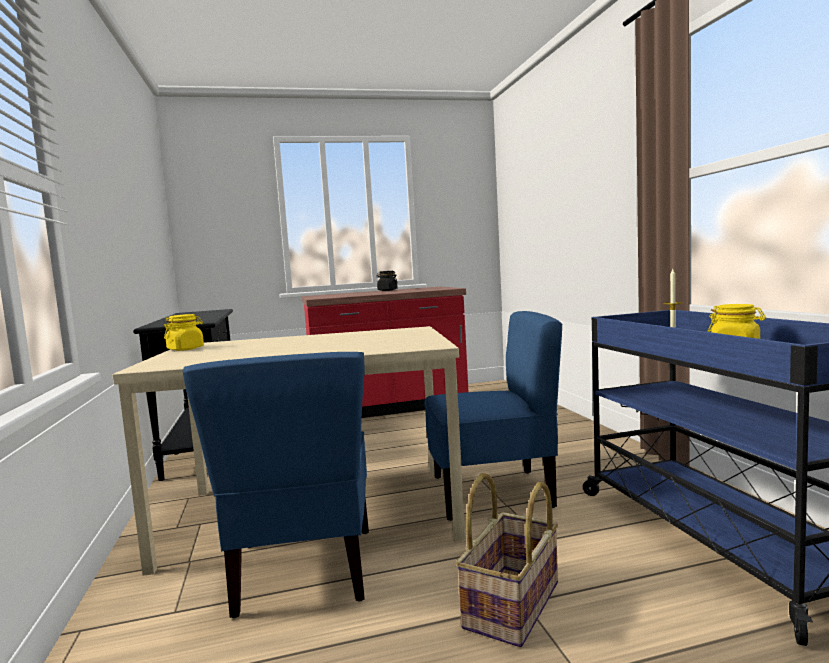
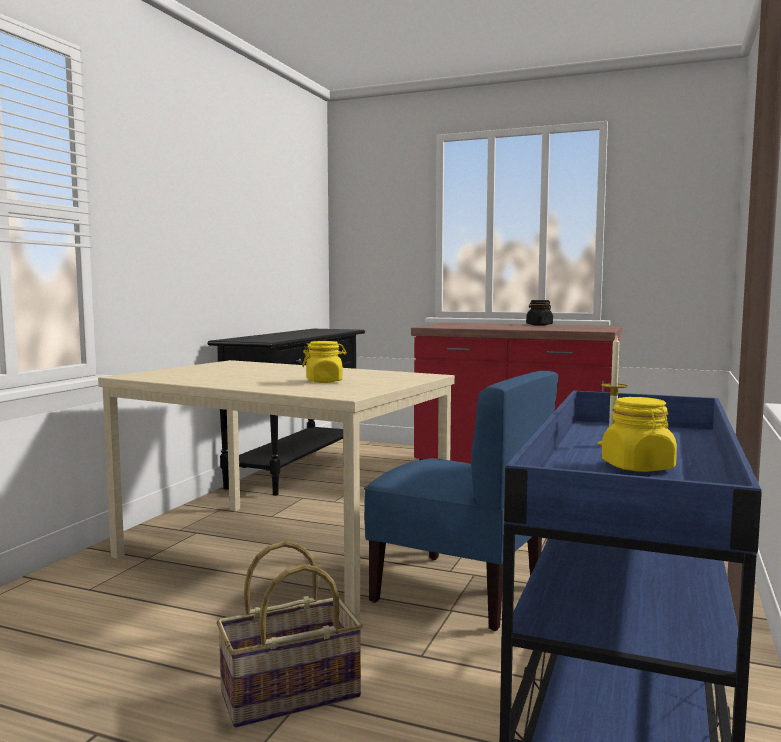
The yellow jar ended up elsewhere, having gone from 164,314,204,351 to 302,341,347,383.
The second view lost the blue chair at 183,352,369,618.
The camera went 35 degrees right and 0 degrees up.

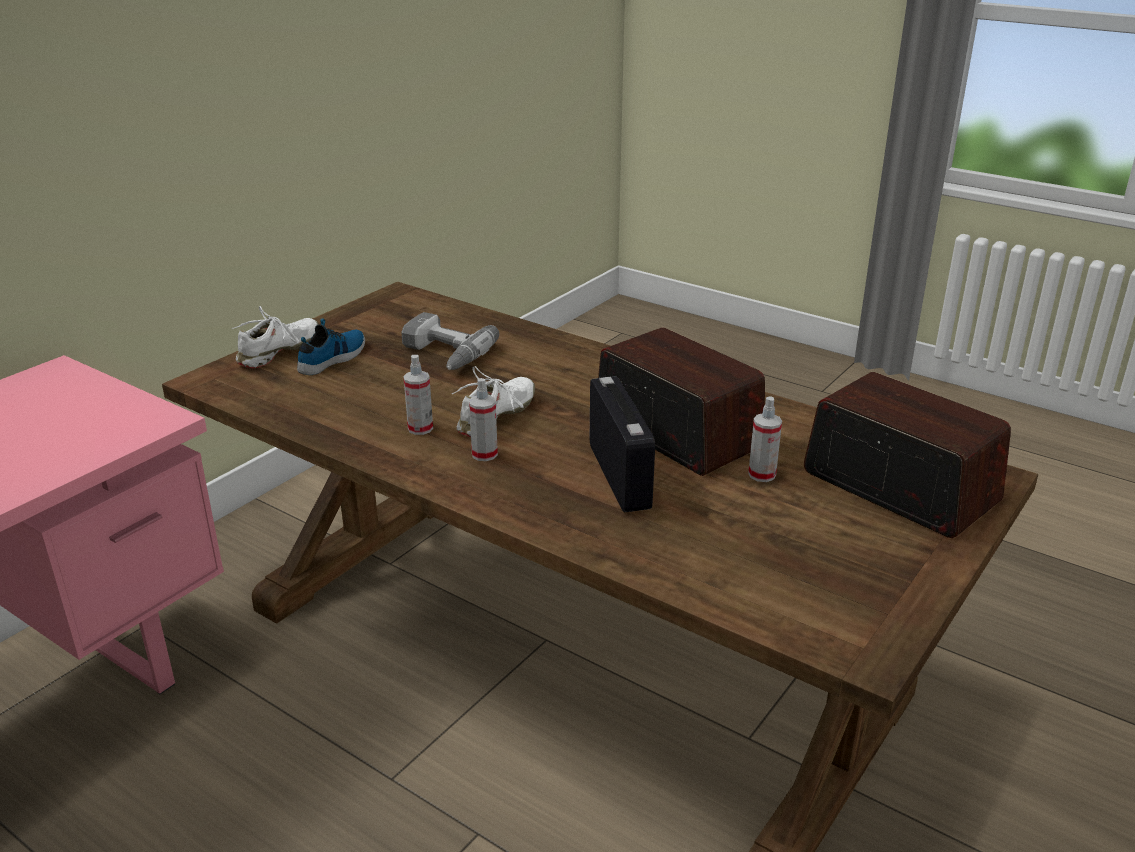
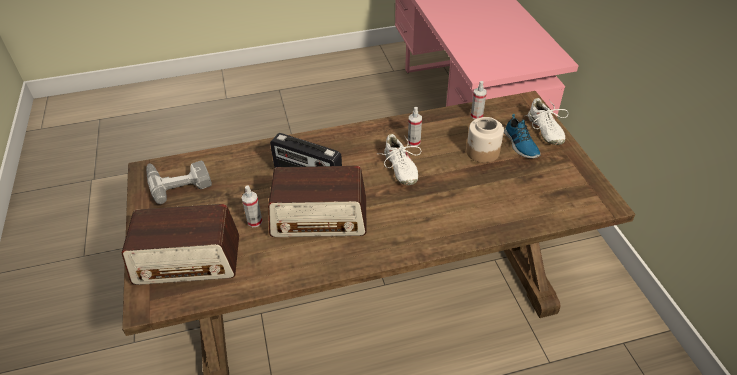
The power drill ended up elsewhere, having gone from 401,312,499,370 to 146,161,212,204.
The spray bottle ended up elsewhere, having gone from 469,378,498,461 to 471,81,487,119.
The second view gained the jar at 466,117,504,163.
The camera went 130 degrees right and 15 degrees up.

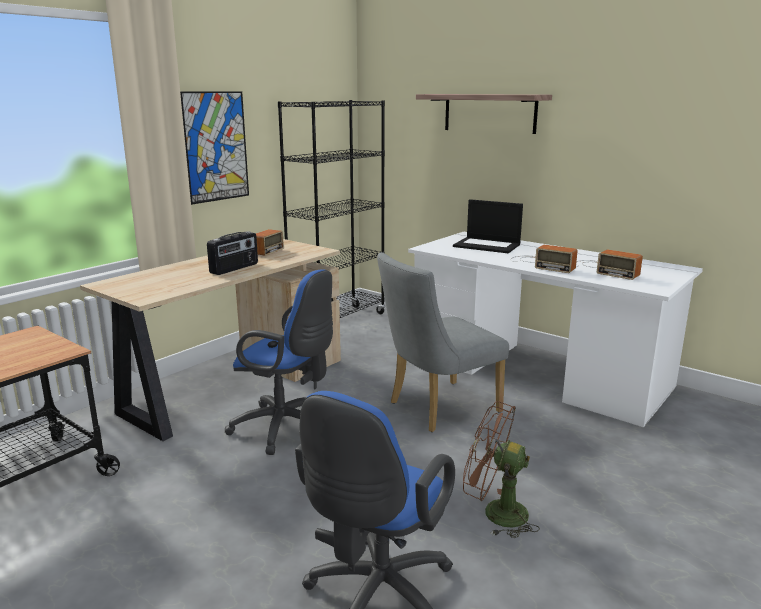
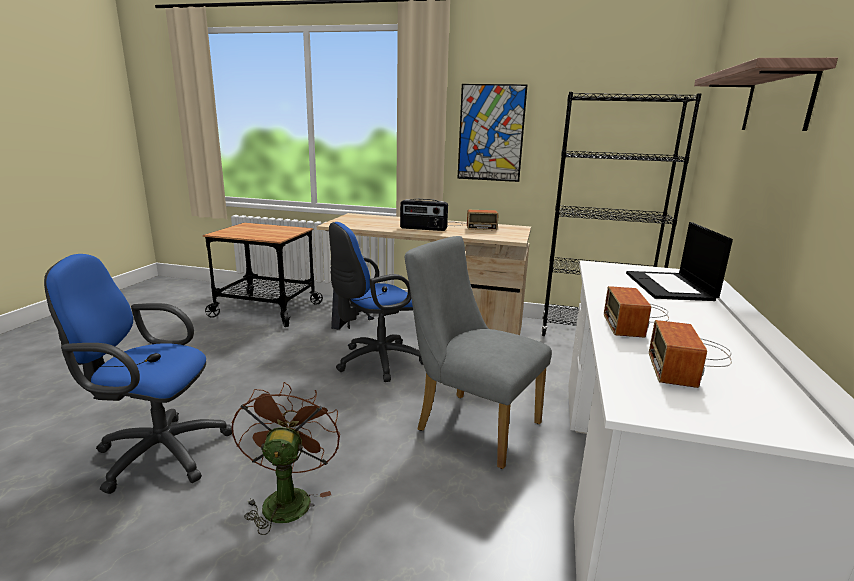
The blue office chair at 225,269,333,455 ended up facing another way, 60 degrees clockwise from before.
The camera went 65 degrees right and 0 degrees up.

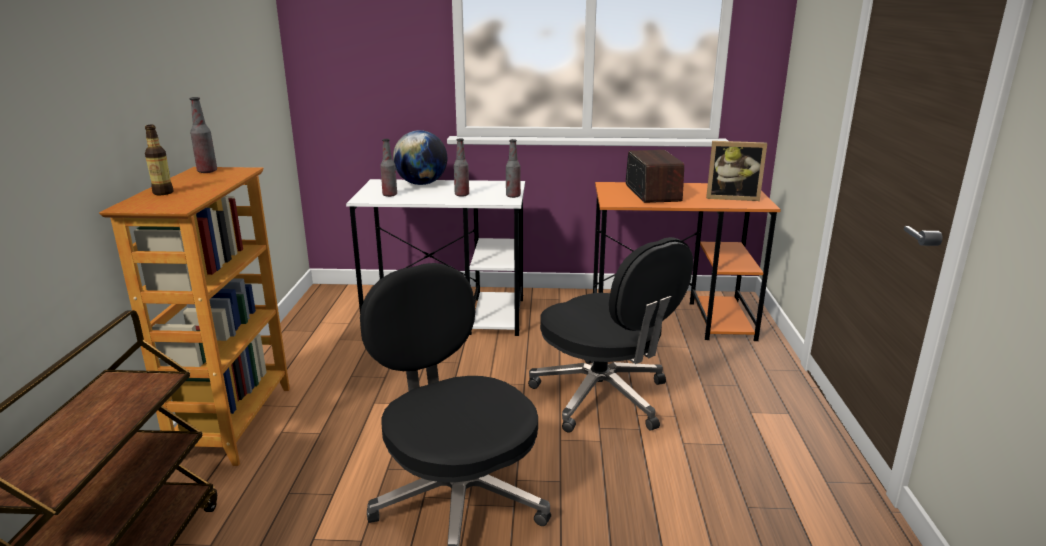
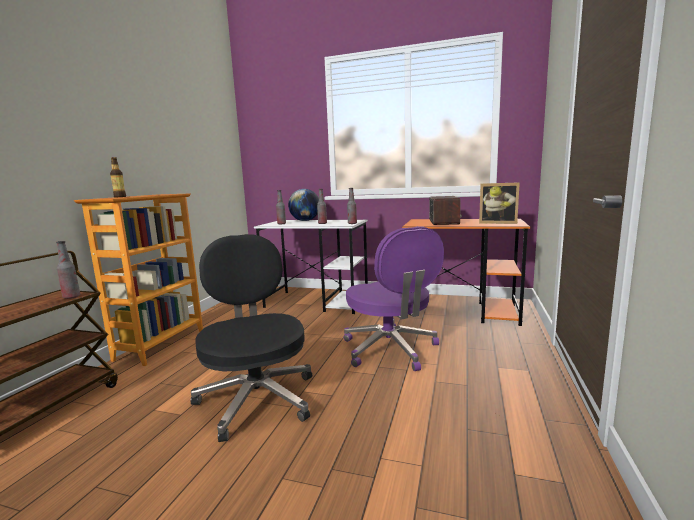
The bottle ended up elsewhere, having gone from 189,97,217,173 to 56,241,80,299.
What was the black office chair at 528,237,693,433 turned into the purple office chair at 344,226,444,371.
The camera went 15 degrees right and 10 degrees down.

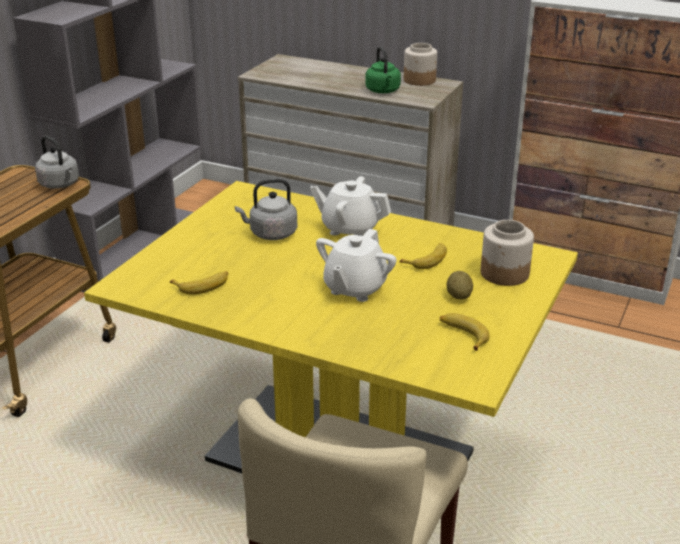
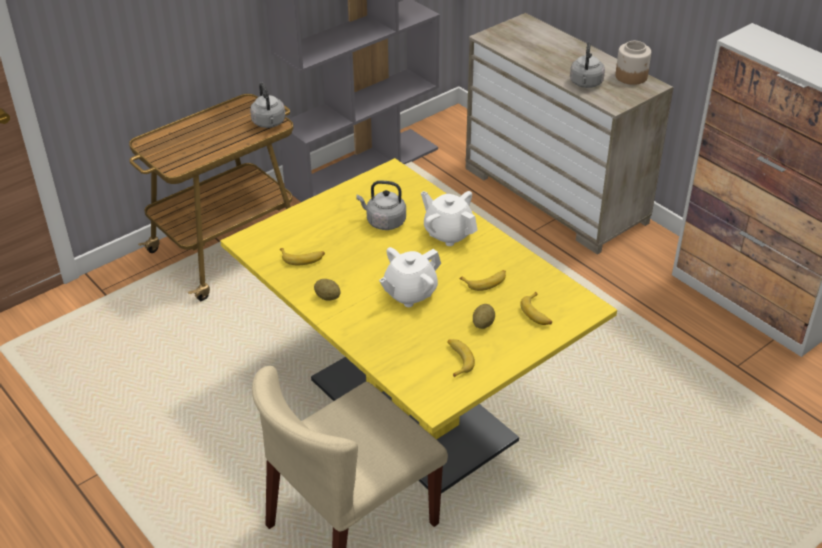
What was the green kettle at 365,46,401,93 turned into the grey kettle at 570,42,605,88.
Where the jar stood at 481,220,534,286, the banana came to stand at 520,292,552,325.
The second view gained the potato at 314,279,341,301.
The camera went 25 degrees right and 10 degrees up.

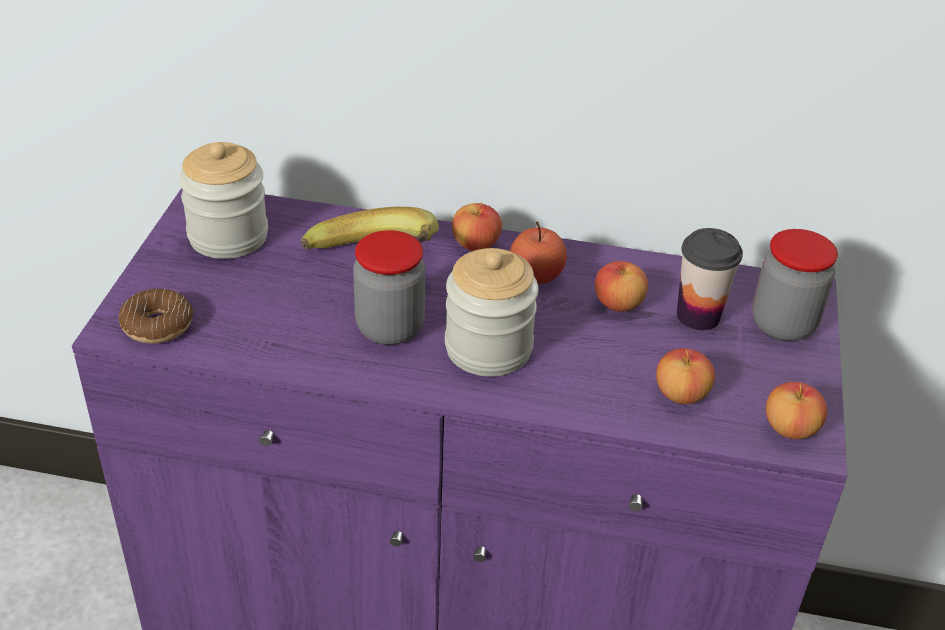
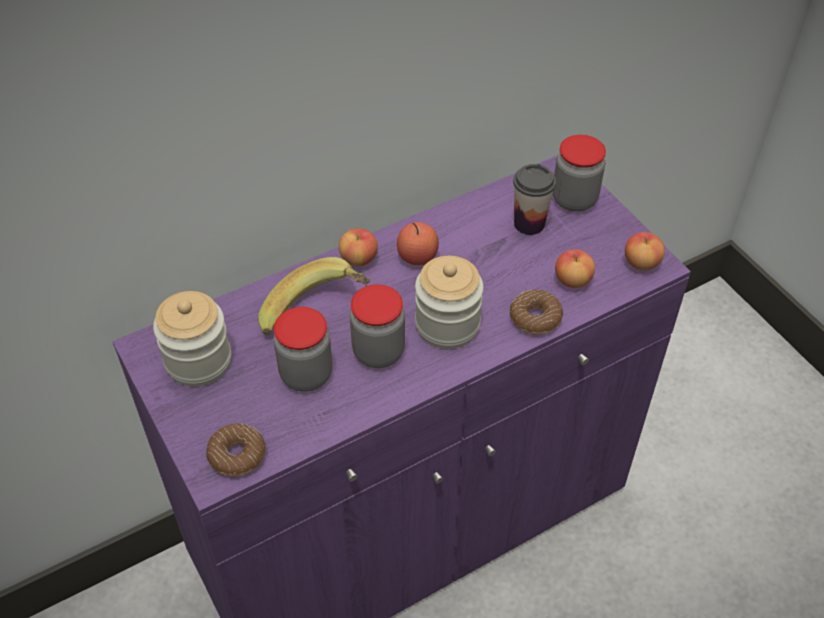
The second view lost the apple at 595,261,648,312.
The second view gained the jar at 273,307,333,392.
The second view gained the donut at 510,290,563,335.
The camera went 40 degrees left and 10 degrees up.

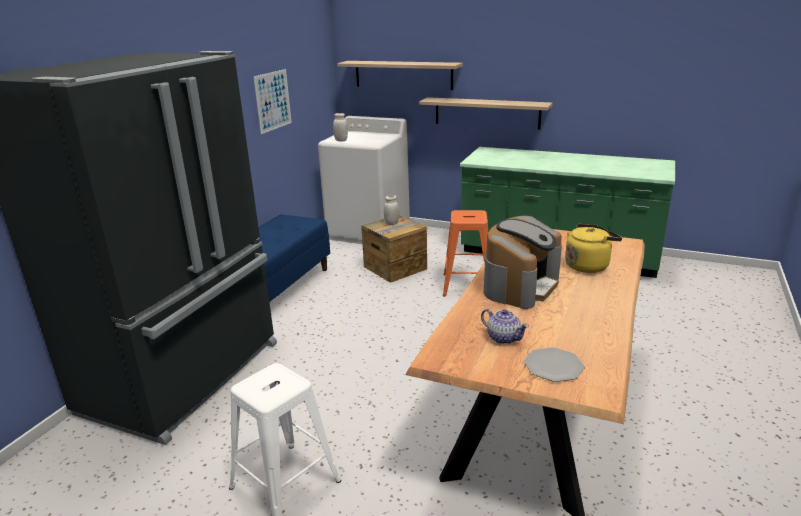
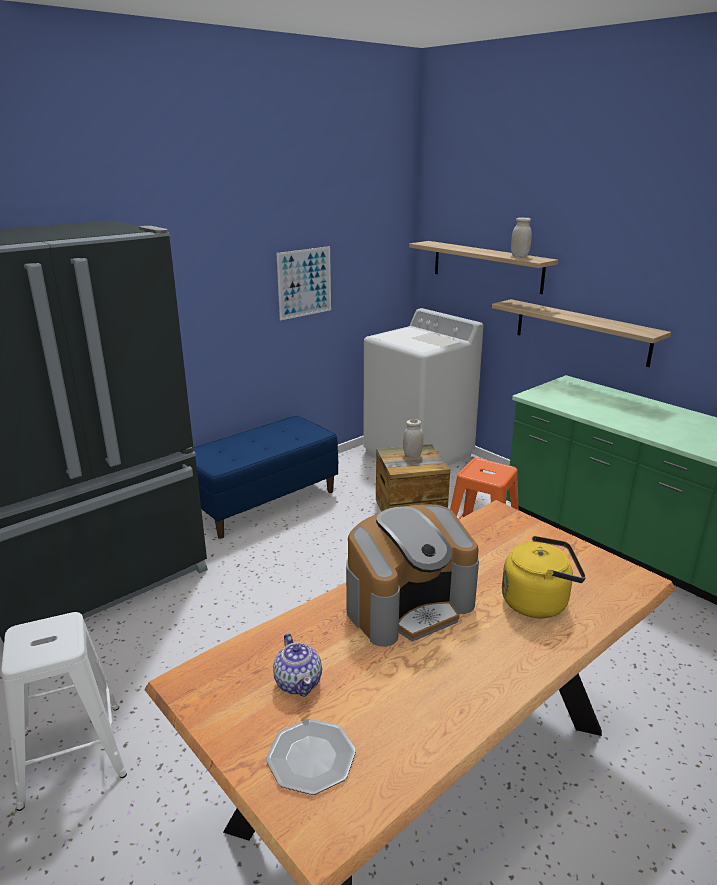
The white jar ended up elsewhere, having gone from 333,113,348,141 to 511,217,532,257.
The camera went 25 degrees right and 0 degrees up.

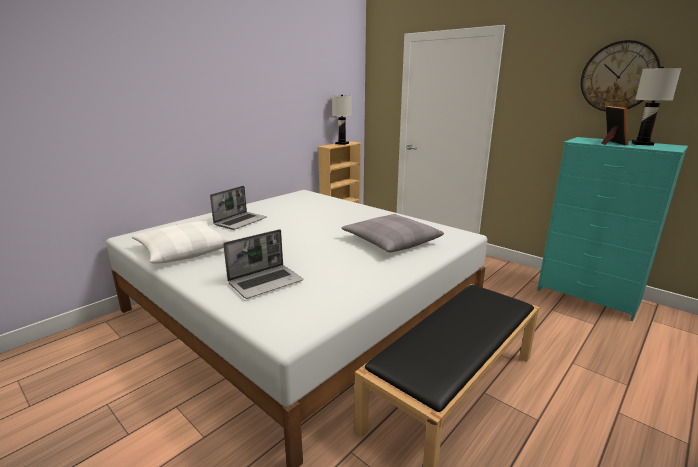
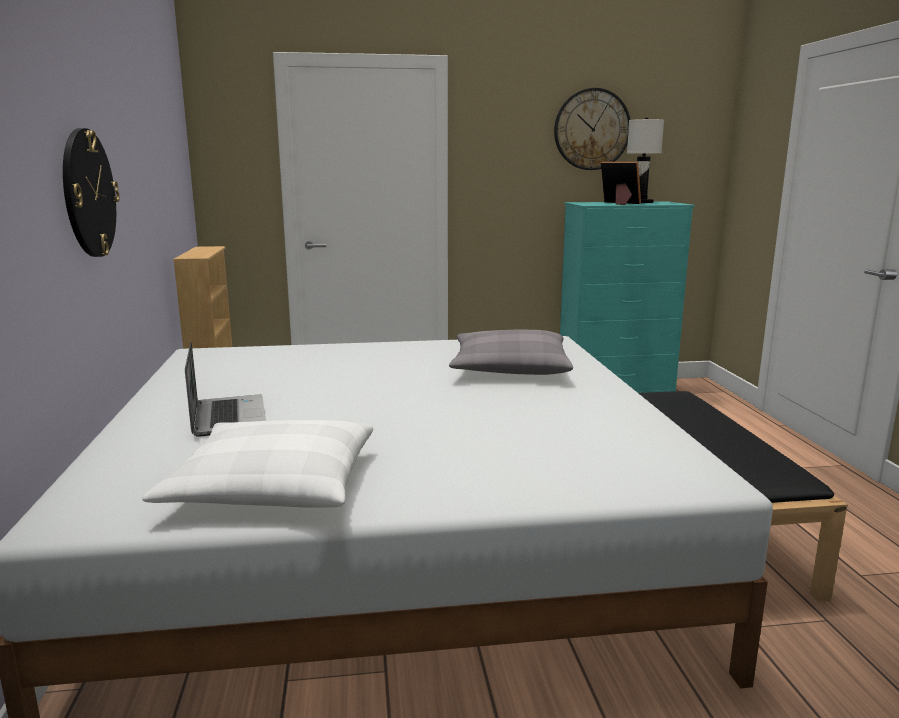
The second view lost the laptop at 223,229,303,299.
The second view lost the white table lamp at 332,95,352,145.
The second view gained the wall clock at 63,128,120,257.
The camera went 50 degrees left and 5 degrees down.

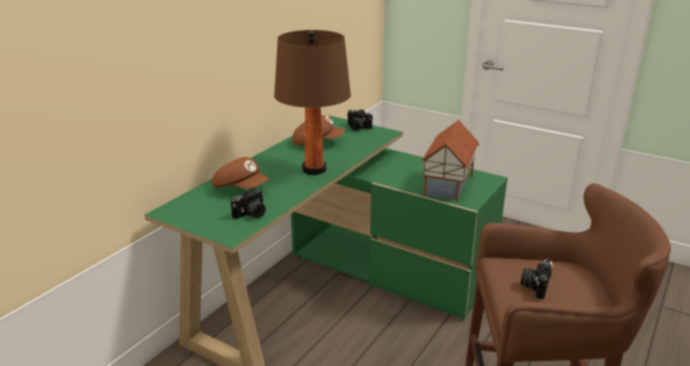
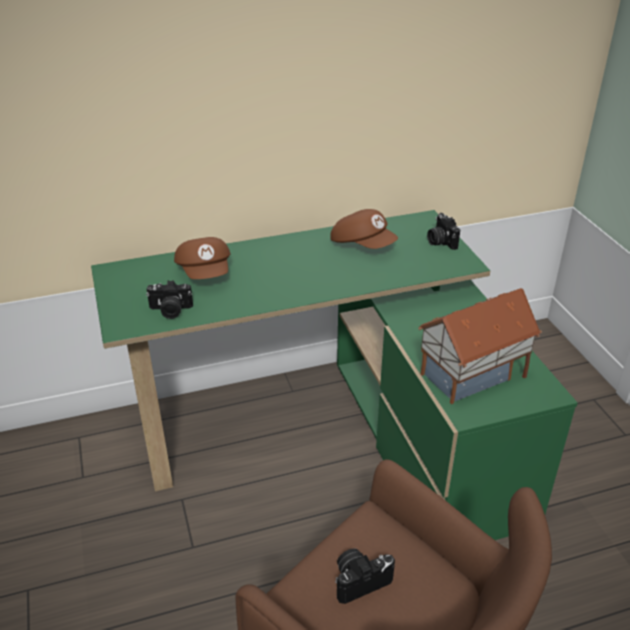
The second view lost the brown table lamp at 274,30,351,175.
The camera went 40 degrees right and 10 degrees up.

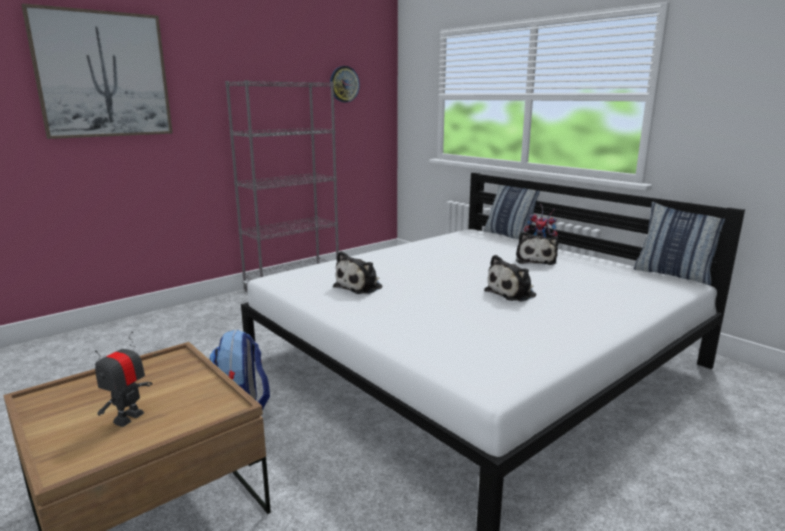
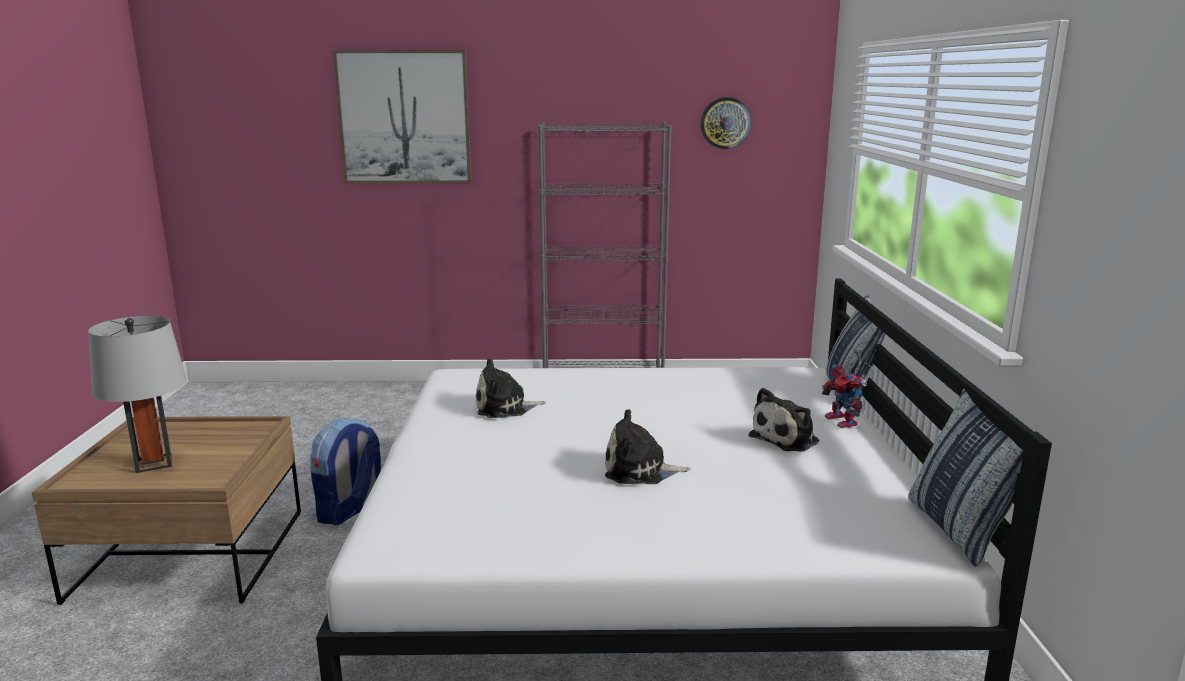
Where the toy robot stood at 95,331,152,427, the grey table lamp came to stand at 88,316,187,473.
The camera went 40 degrees right and 0 degrees up.

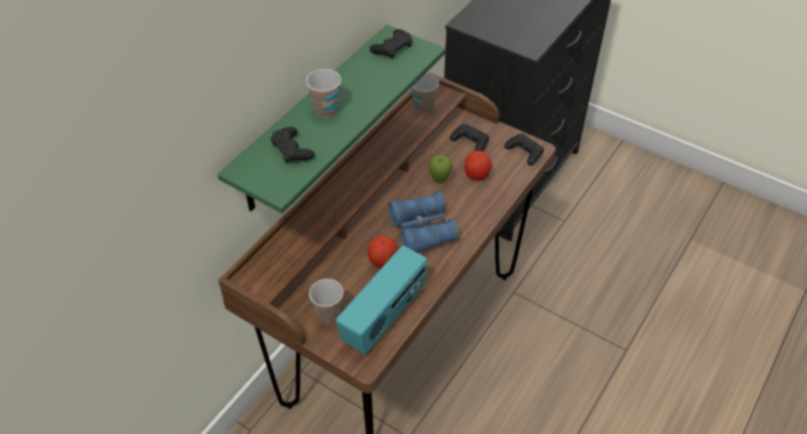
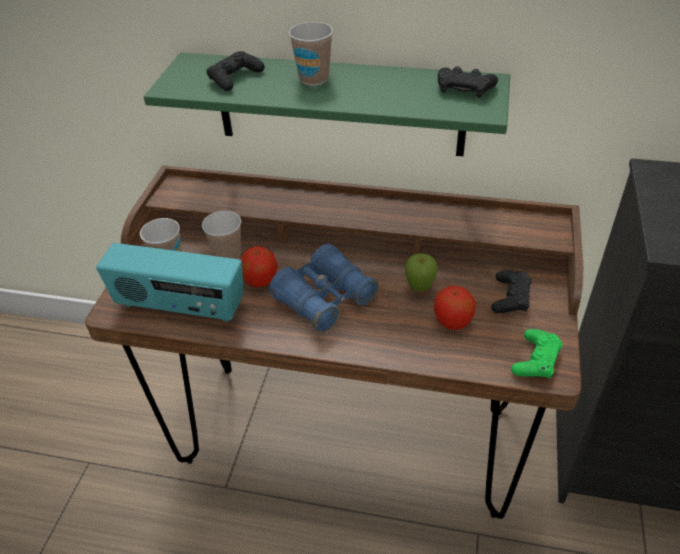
The cup ended up elsewhere, having gone from 412,73,439,113 to 202,211,241,259.
What was the black game controller at 504,133,544,166 turned into the green game controller at 511,329,563,379.
The camera went 70 degrees right and 5 degrees down.

